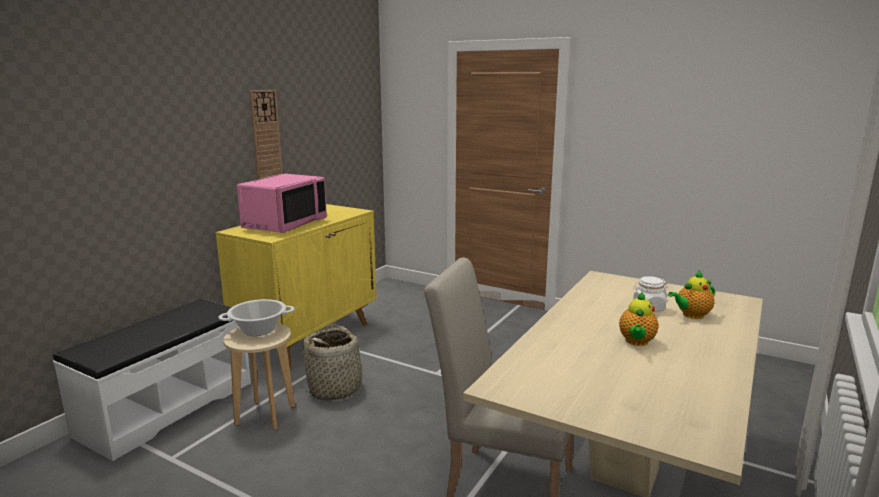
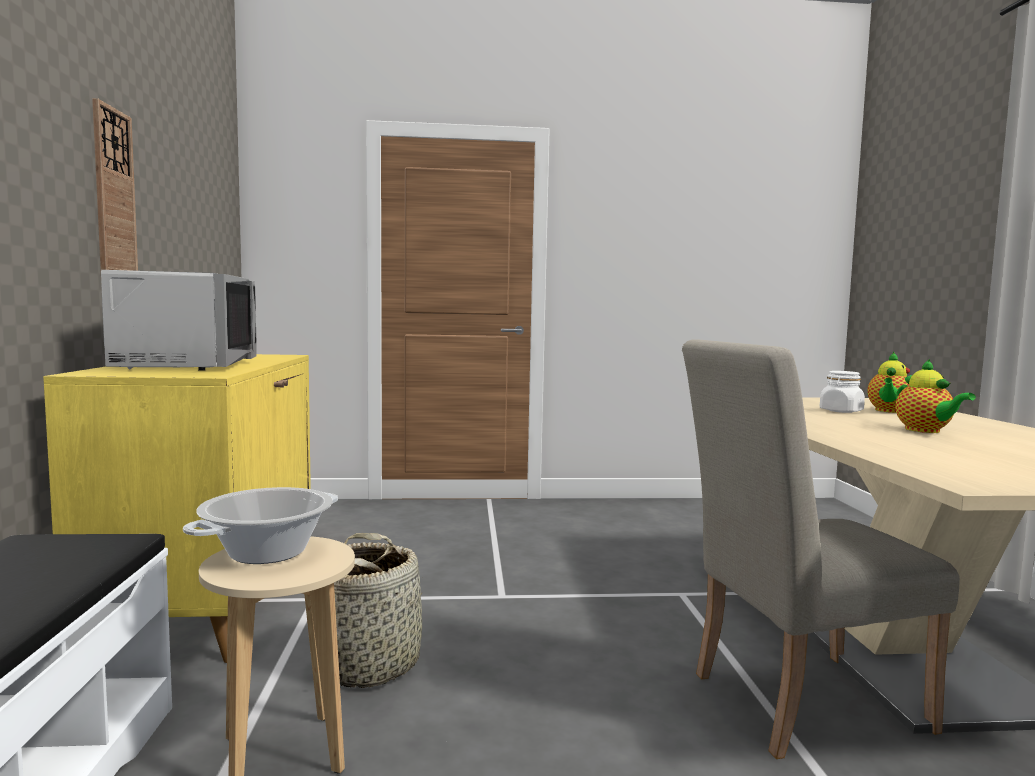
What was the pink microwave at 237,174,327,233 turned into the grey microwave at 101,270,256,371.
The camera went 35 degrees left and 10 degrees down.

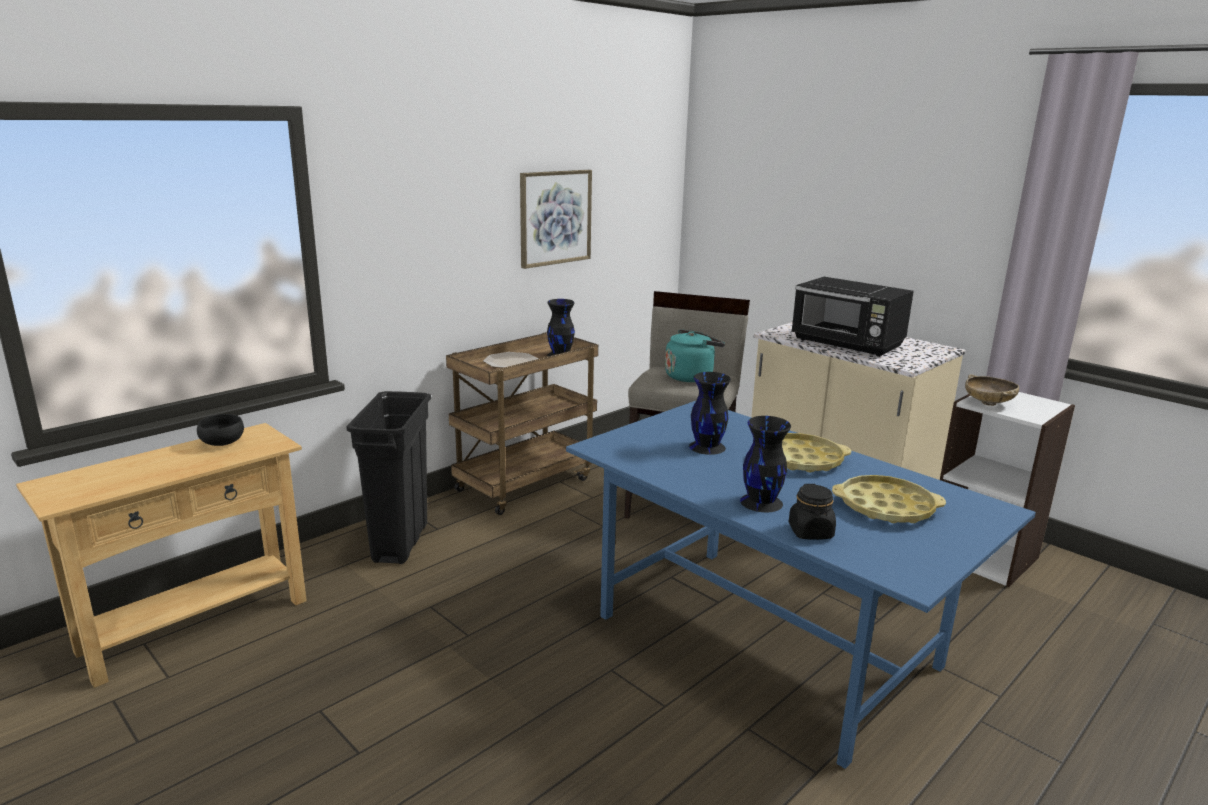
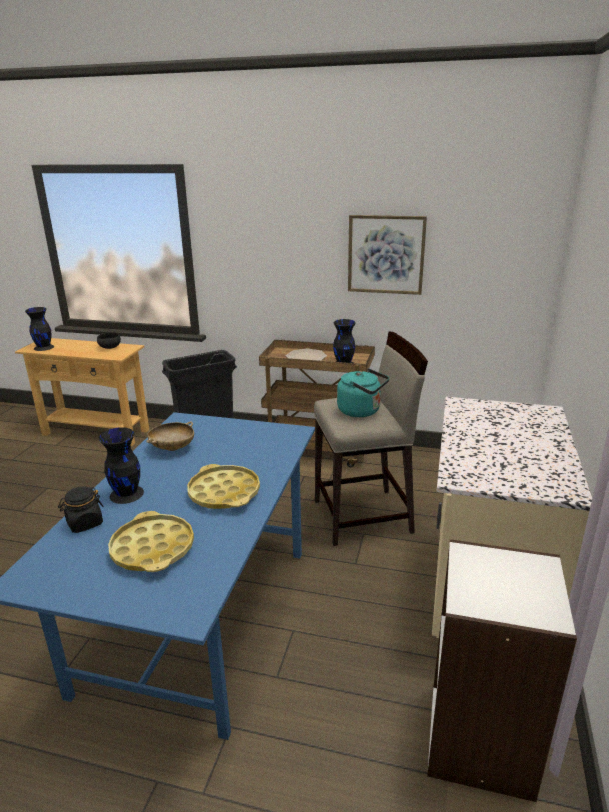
The black vase ended up elsewhere, having gone from 689,372,731,455 to 25,307,54,351.
The second view lost the black microwave at 791,277,914,357.
The beige bowl ended up elsewhere, having gone from 965,374,1019,406 to 146,422,194,451.
The camera went 60 degrees right and 5 degrees up.

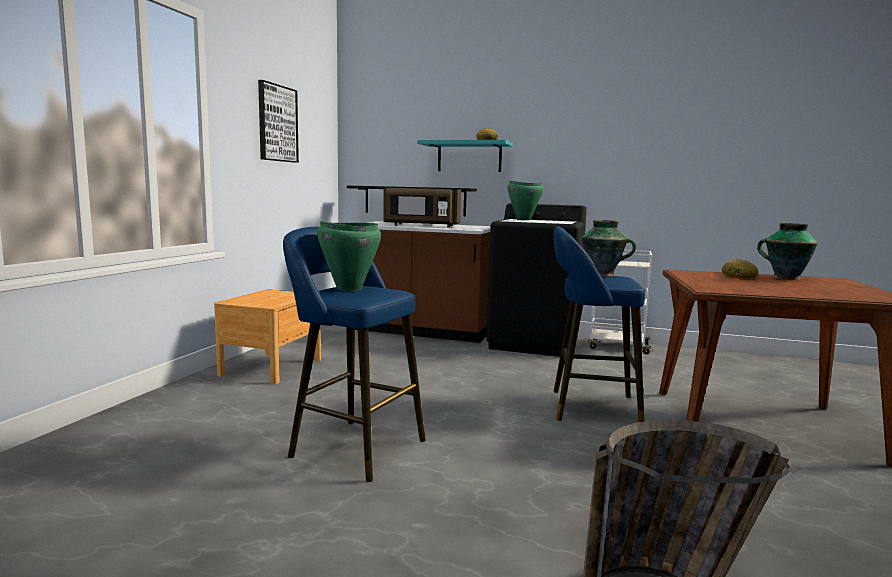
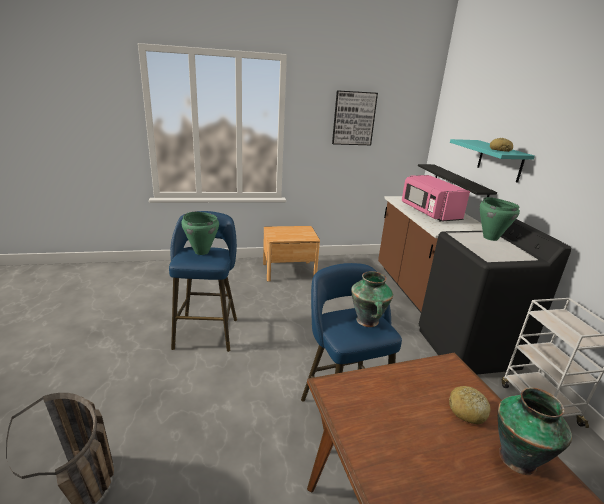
What was the brown microwave at 383,188,461,227 turned into the pink microwave at 402,175,470,222.
The camera went 60 degrees right and 15 degrees up.

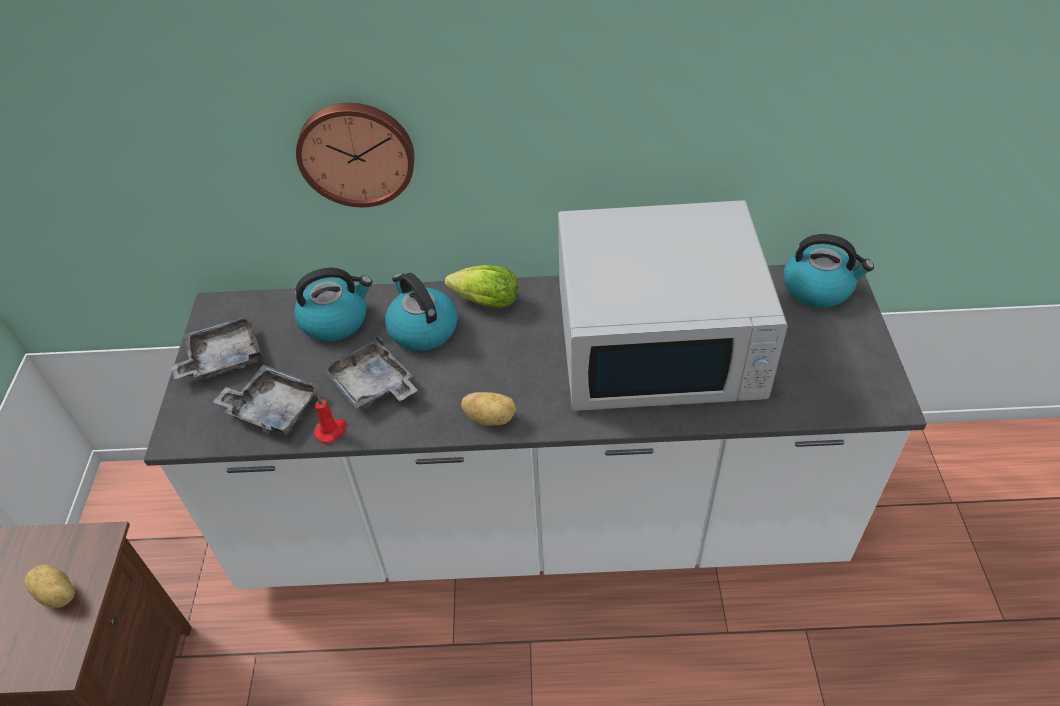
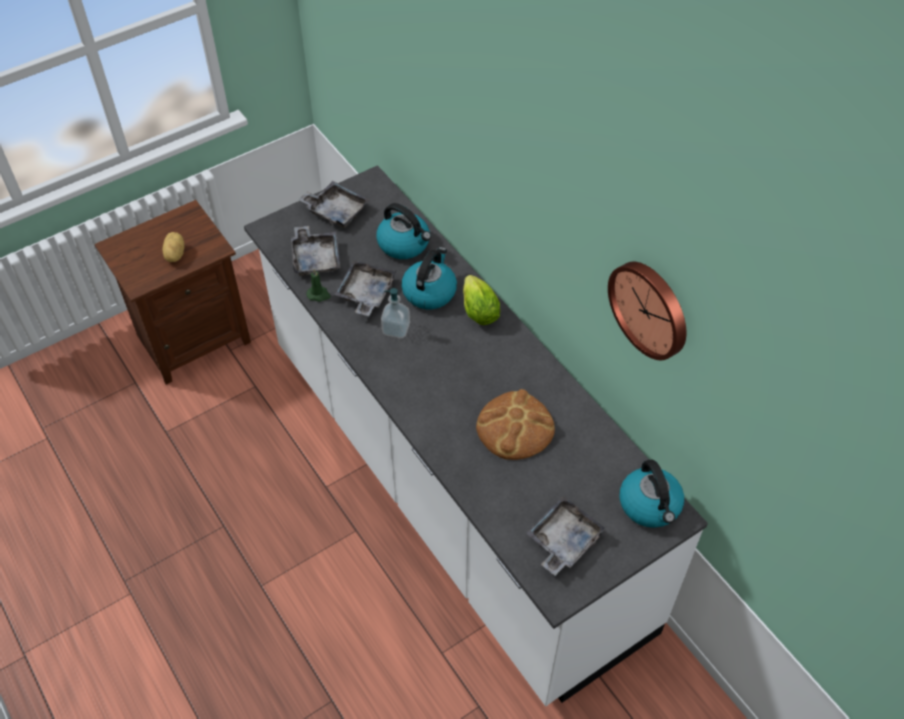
The wall clock ended up elsewhere, having gone from 296,103,414,207 to 608,262,686,360.
What was the red candle at 314,396,347,443 turned into the green candle at 307,269,330,302.
The second view lost the potato at 461,392,516,426.
Where the white microwave stood at 558,200,788,411, the bread came to stand at 476,389,555,460.
The second view gained the soap dispenser at 381,288,410,338.
The second view gained the grey tray at 526,496,605,576.
The camera went 55 degrees right and 5 degrees up.

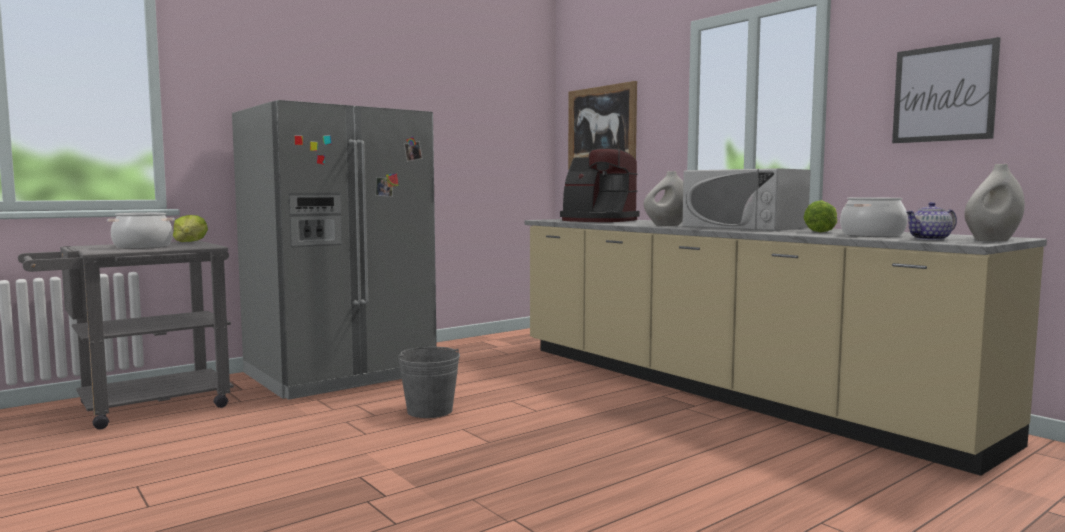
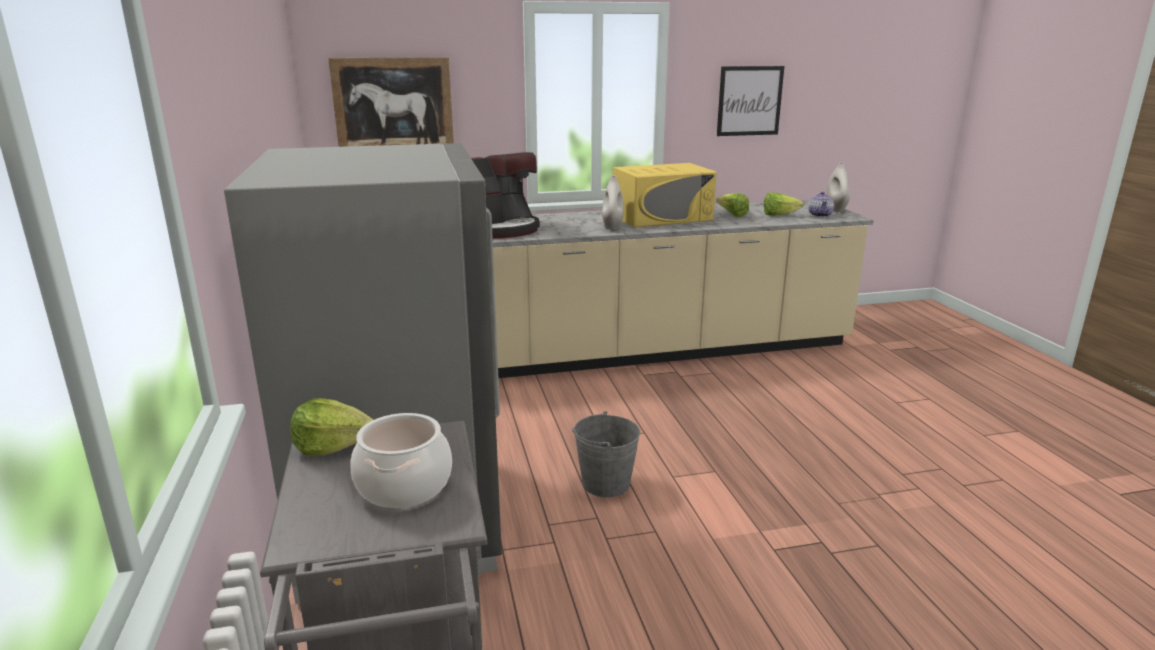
What was the white microwave at 682,168,811,231 turned into the yellow microwave at 613,163,717,227.
Where the cooking pot stood at 840,197,908,237, the lettuce came to stand at 764,192,804,216.
The camera went 65 degrees left and 15 degrees up.

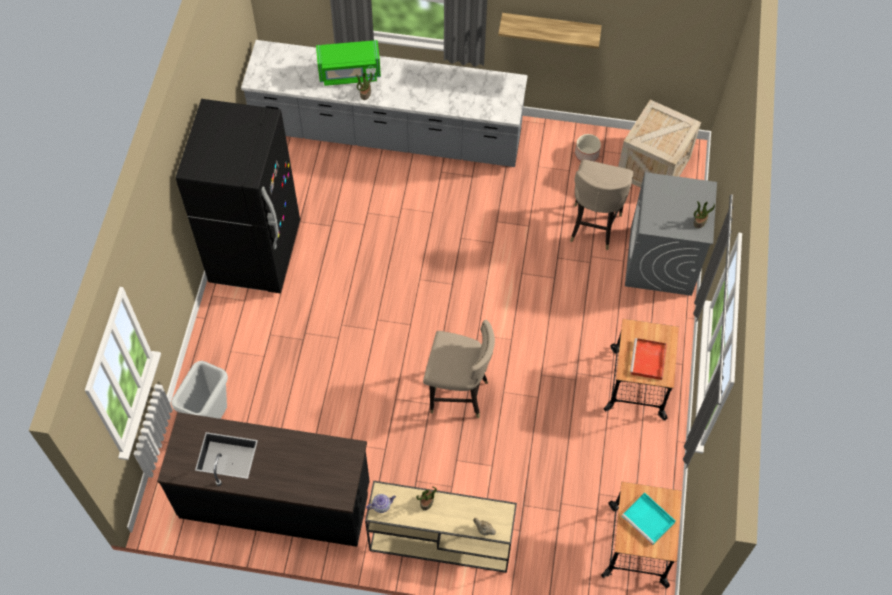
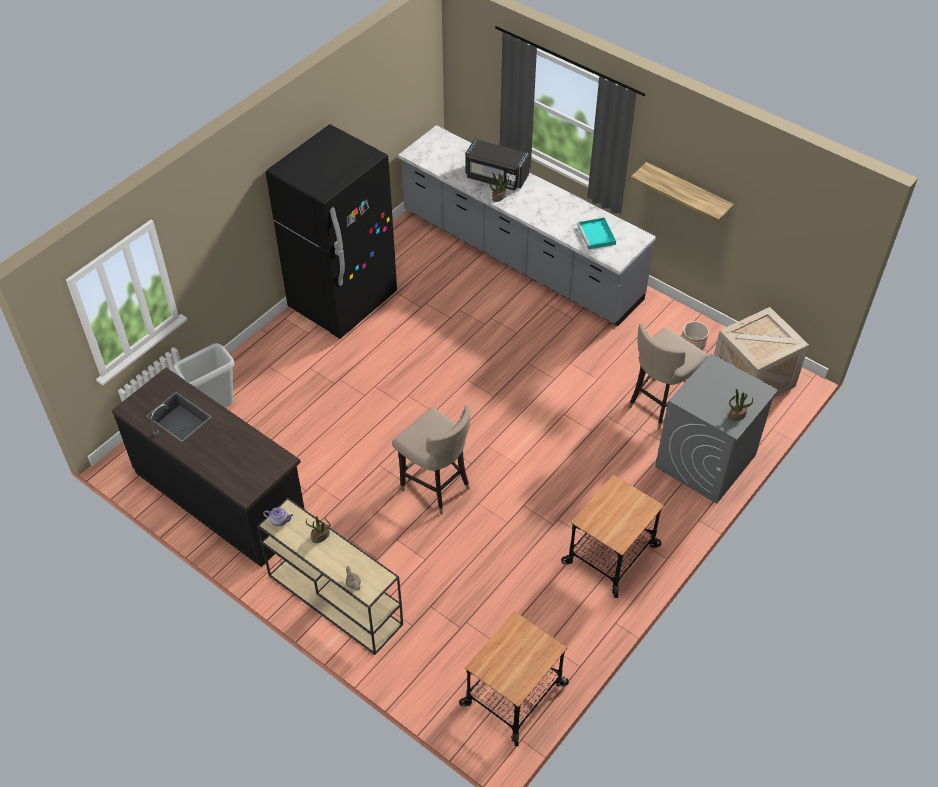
What was the green microwave at 316,40,381,86 turned into the black microwave at 466,139,530,191.
The turquoise tray ended up elsewhere, having gone from 622,493,676,545 to 577,218,616,250.
The second view lost the red tray at 630,338,667,380.
The camera went 30 degrees right and 10 degrees down.

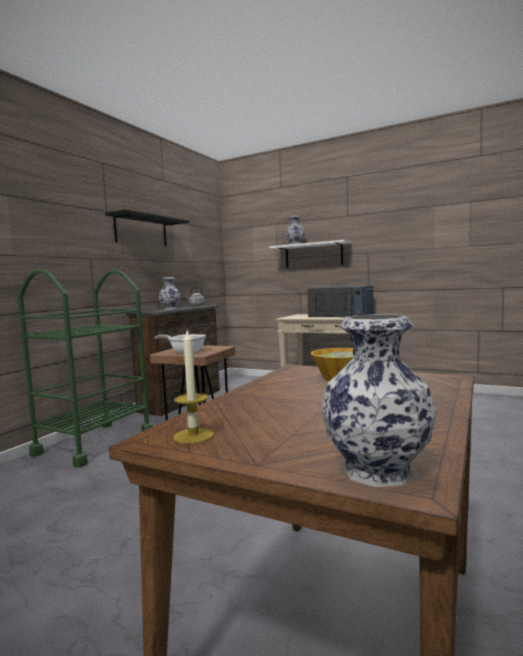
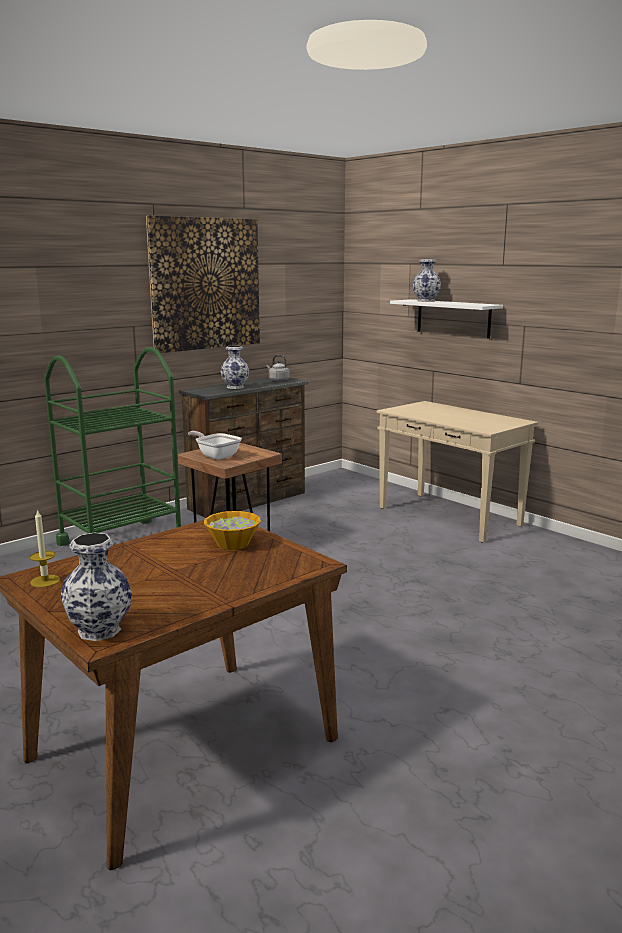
Where the black shelf hung at 105,209,189,246, the picture came to hang at 146,215,260,353.
The second view lost the blue microwave at 307,285,374,317.
The camera went 20 degrees right and 10 degrees up.

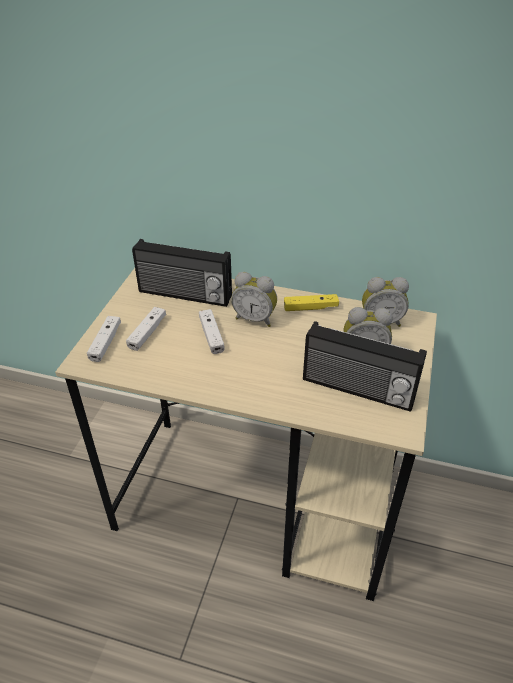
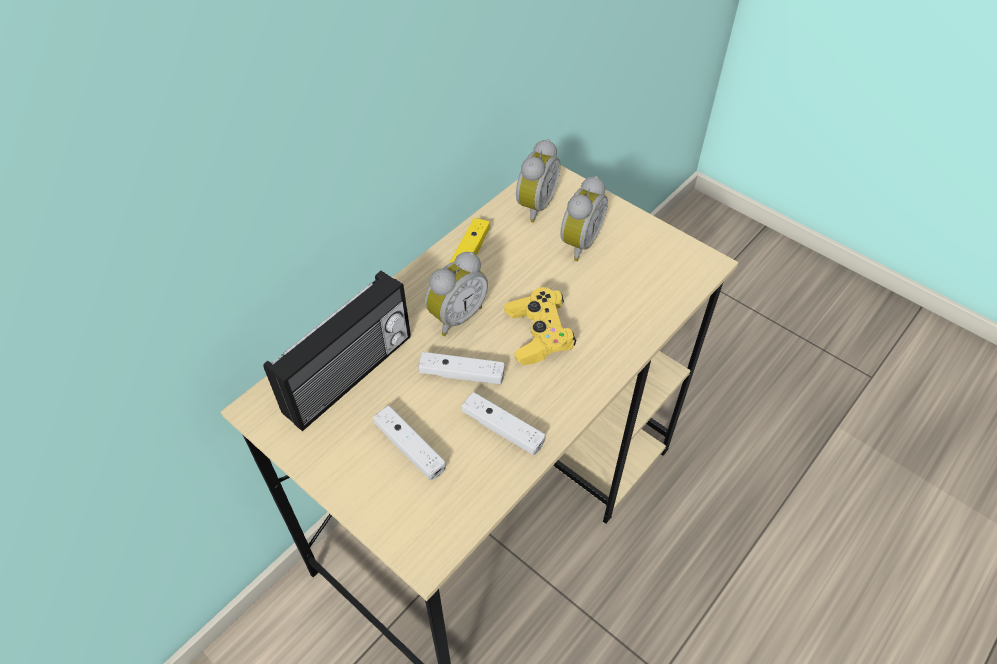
The white game controller ended up elsewhere, having gone from 87,316,121,362 to 462,392,546,455.
The second view lost the radio at 303,321,427,412.
The second view gained the yellow game controller at 504,287,576,365.
The camera went 65 degrees left and 10 degrees up.

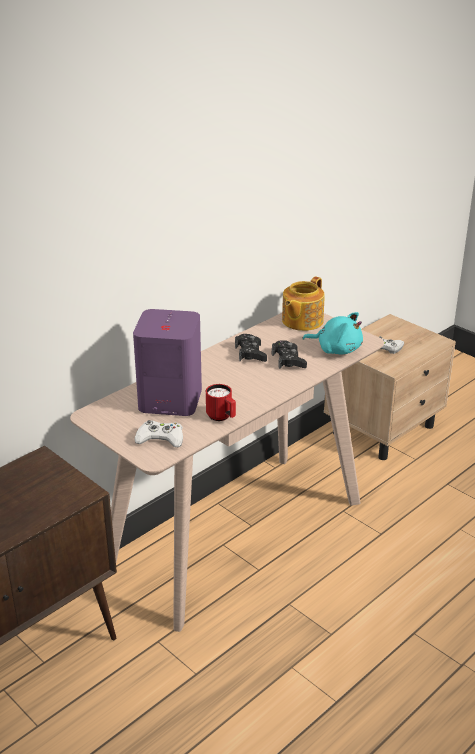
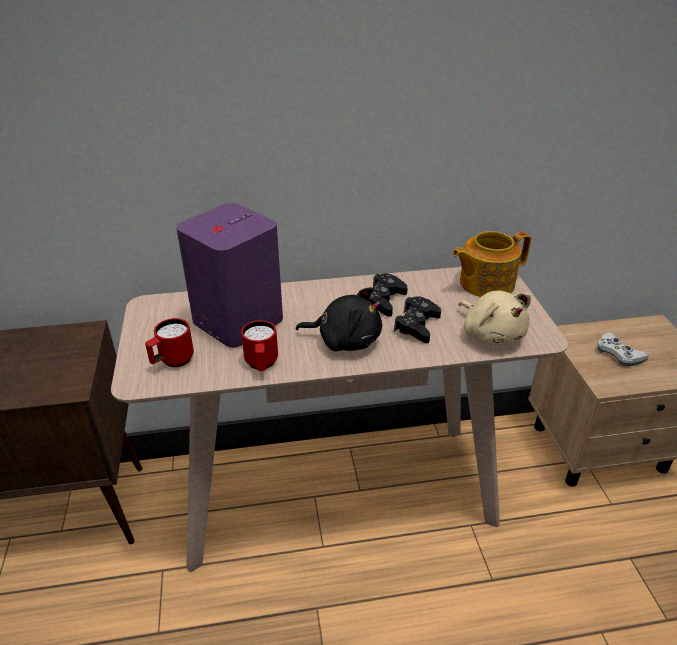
Where the white game controller stood at 134,420,183,447, the red mug came to stand at 145,318,194,367.
What was the turquoise plush toy at 302,312,363,354 turned into the beige plush toy at 458,291,531,346.
The second view gained the black plush toy at 296,287,382,351.
The camera went 35 degrees right and 5 degrees up.

